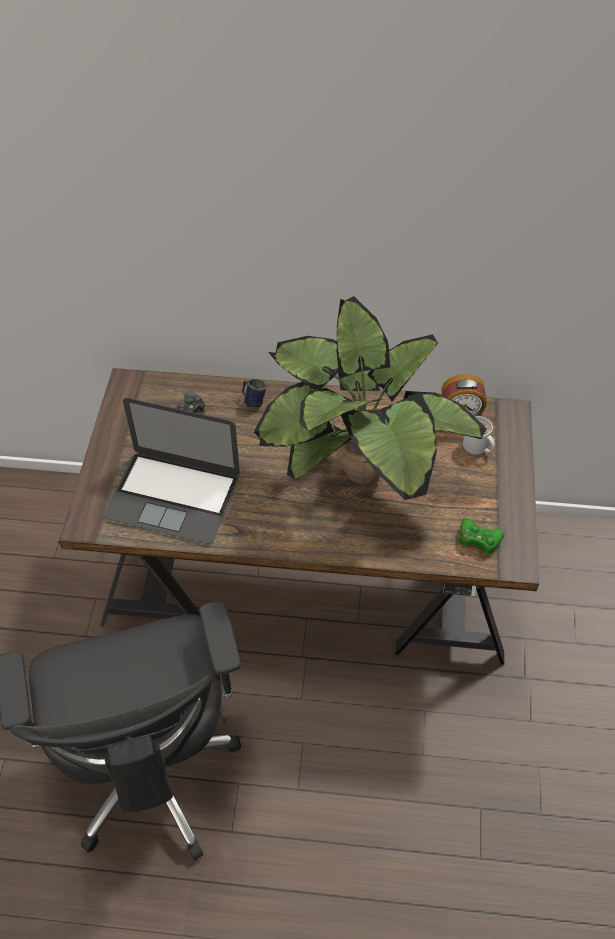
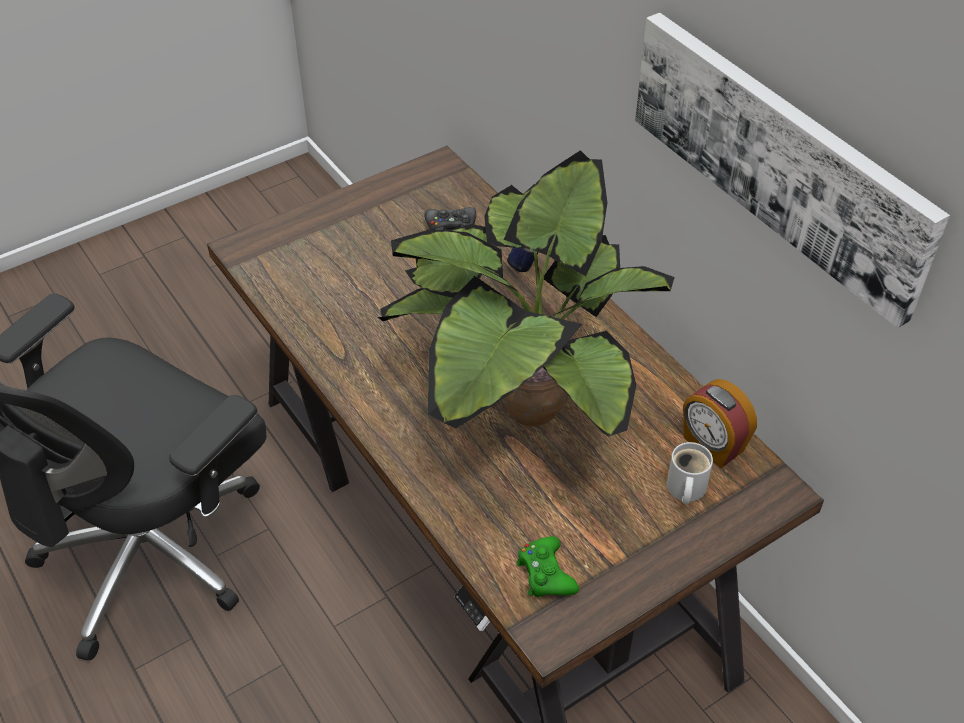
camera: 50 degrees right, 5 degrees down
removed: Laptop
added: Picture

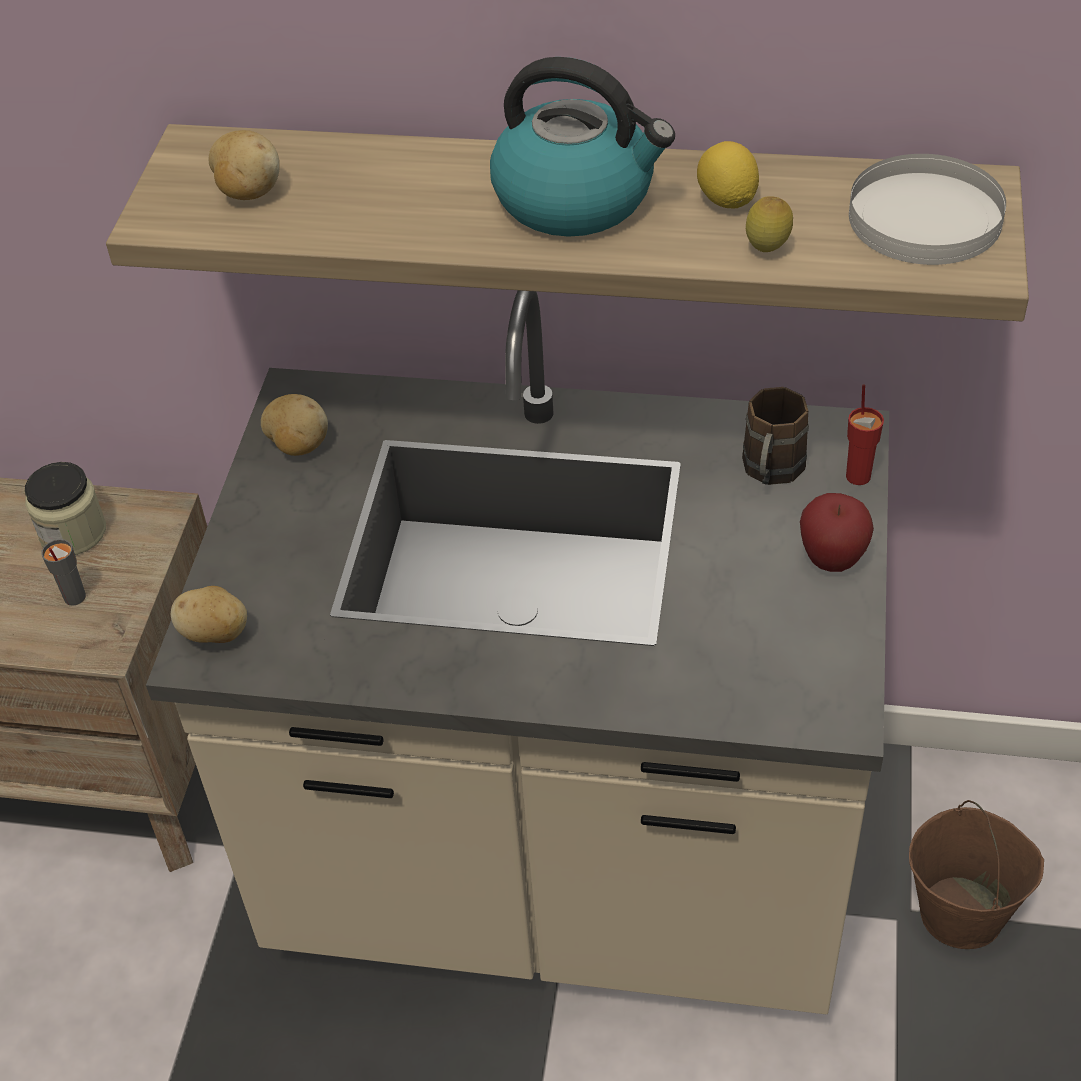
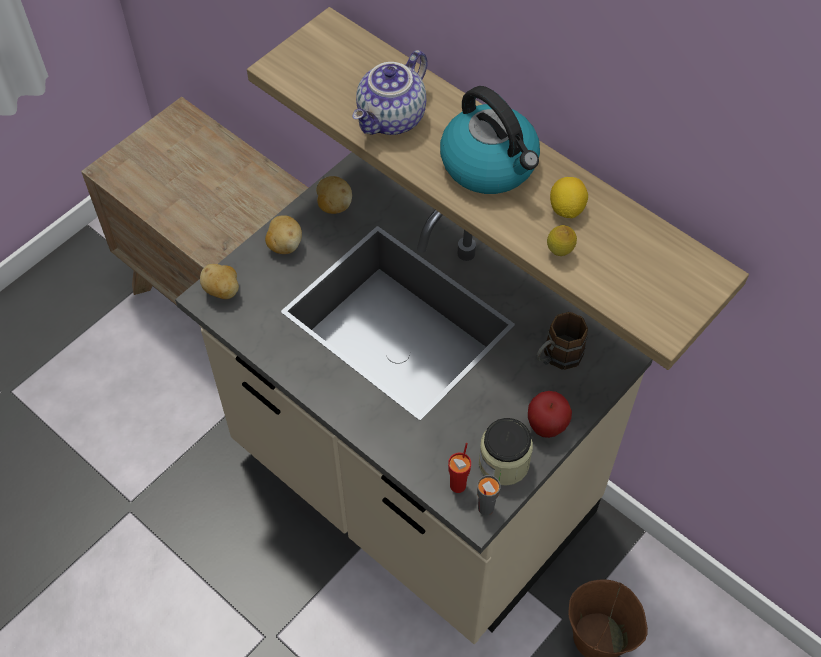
camera: 30 degrees right, 10 degrees up
removed: WhitePlate
added: Teapot
moved: Potato (2nd from left); RedCup; GreyCup; Jar

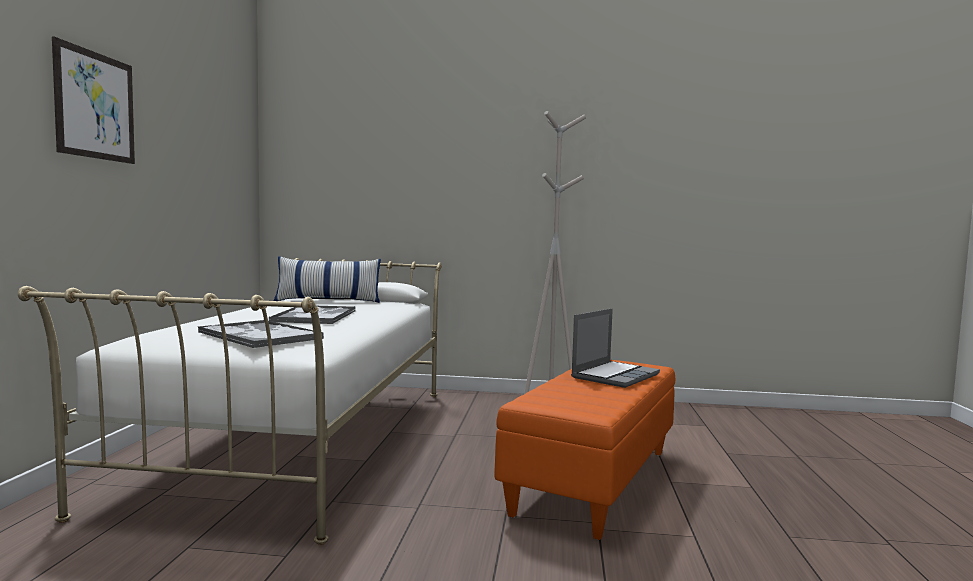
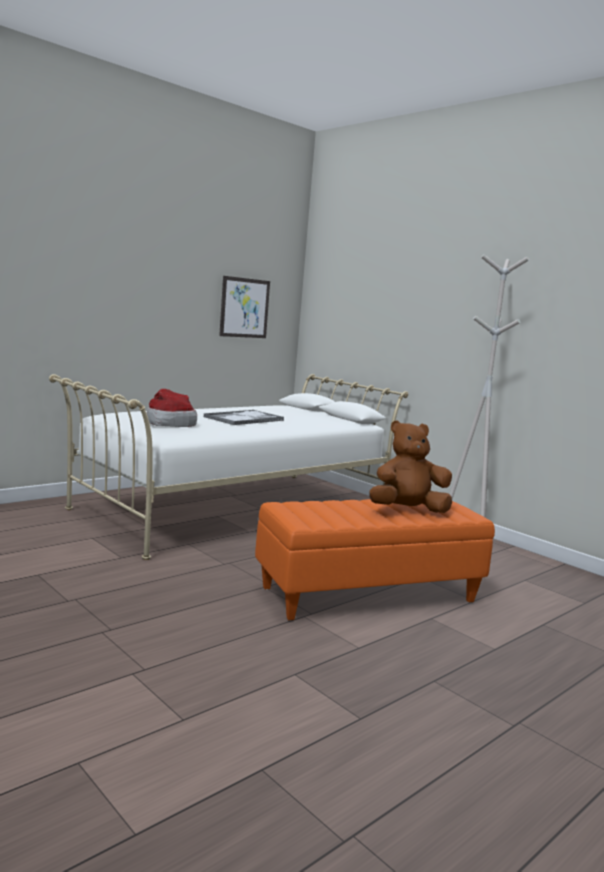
camera: 40 degrees right, 5 degrees up
removed: Pillow
moved: Picture
replaced: Tray (1st from left) to Hat; Laptop to BrownPlushToy

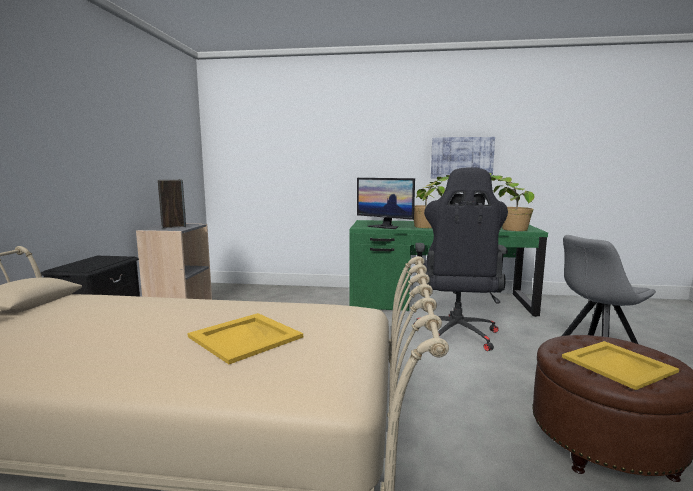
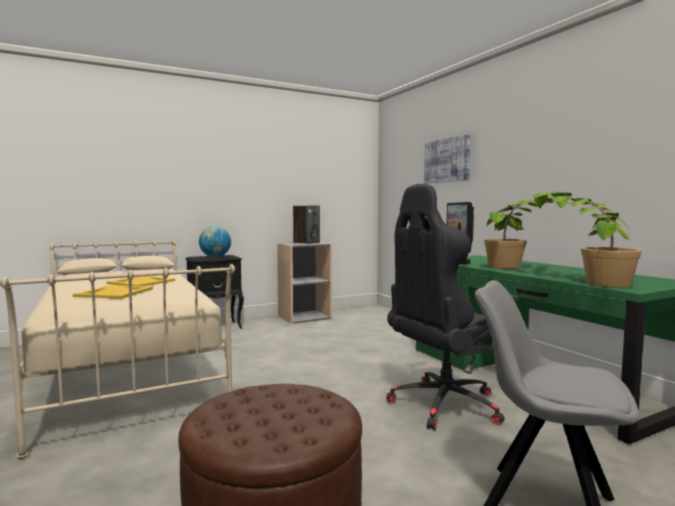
camera: 55 degrees right, 5 degrees down
added: Globe
moved: YellowTray (2nd from left); Picture

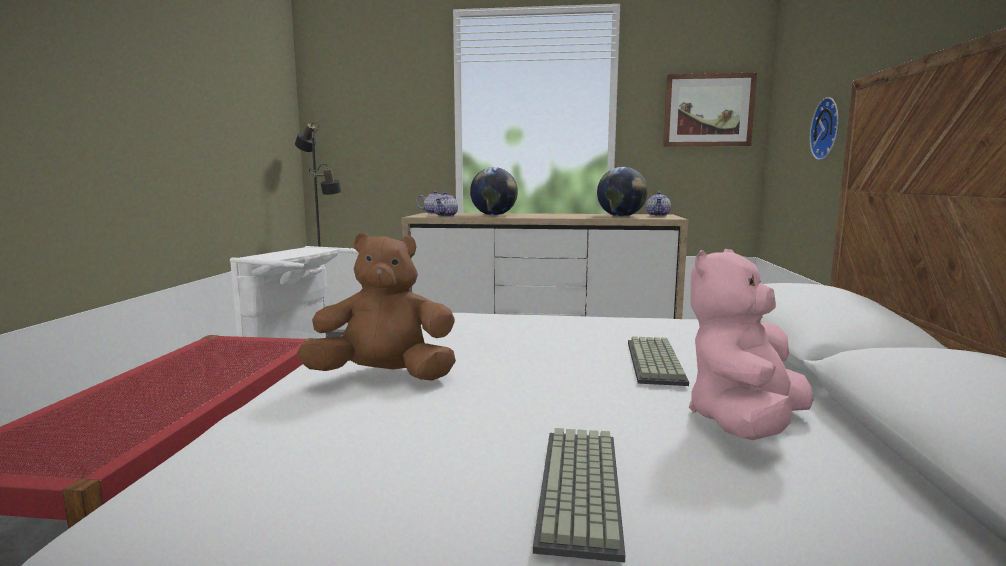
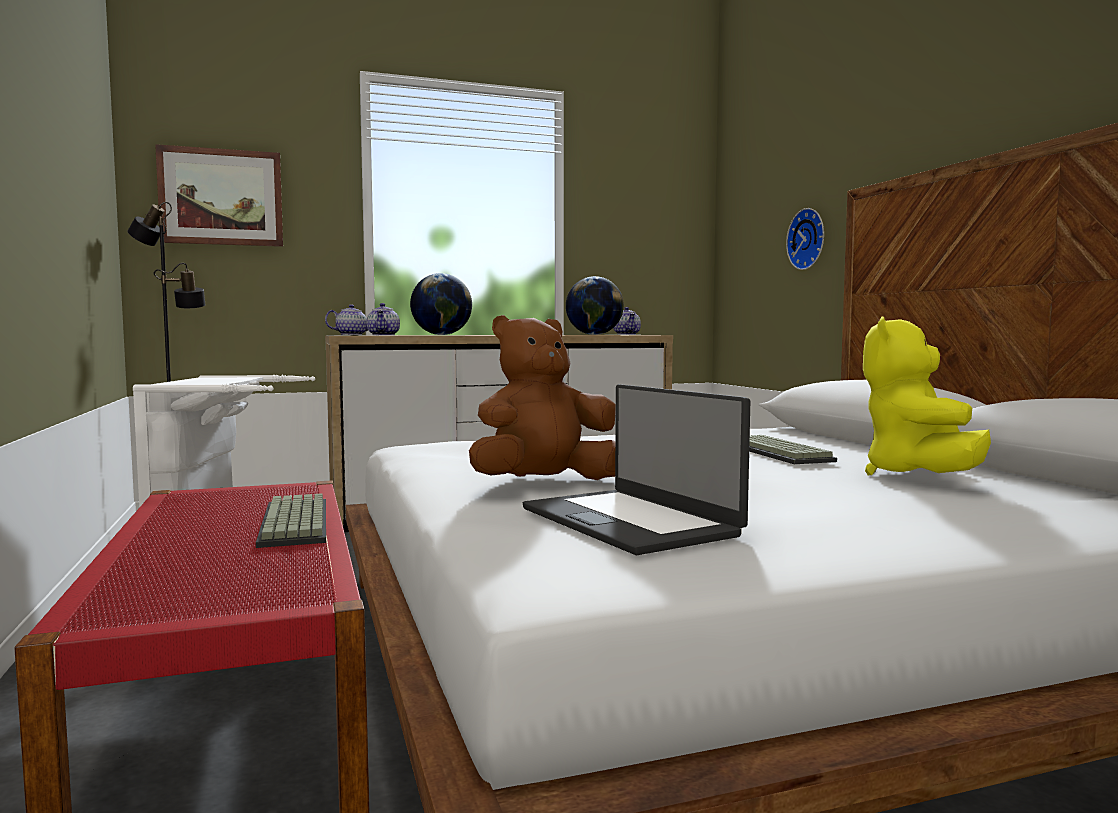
camera: 25 degrees left, 5 degrees down
added: Laptop
moved: Picture; Keyboard (1st from left)
recoloured: PinkPlushToy to YellowPlushToy

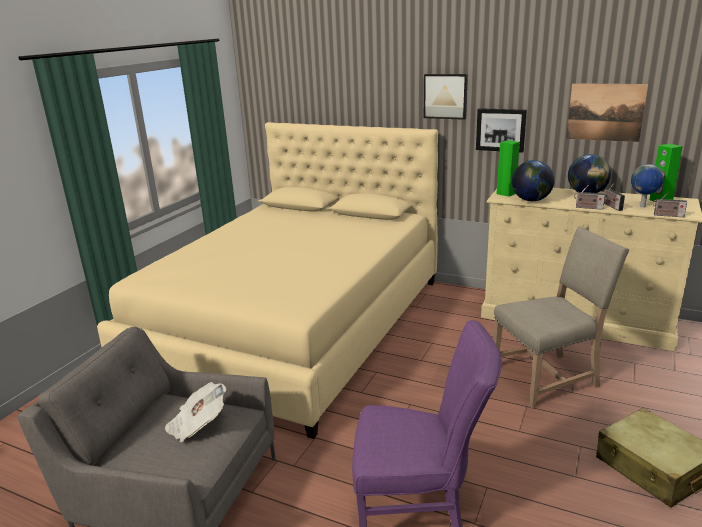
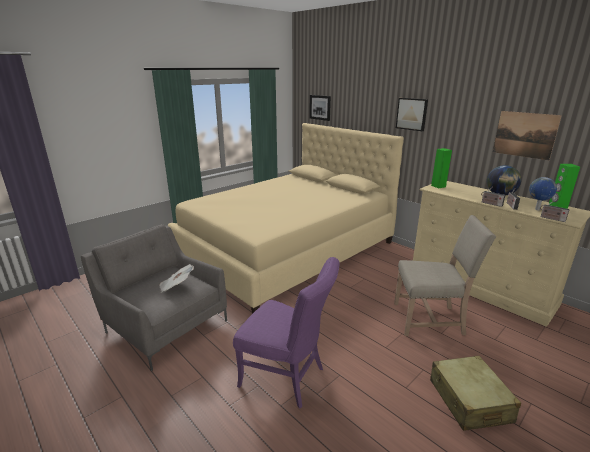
camera: 20 degrees right, 0 degrees up
removed: Globe (1st from left)
moved: Picture (2nd from left in the first image) to Picture (1st from left)

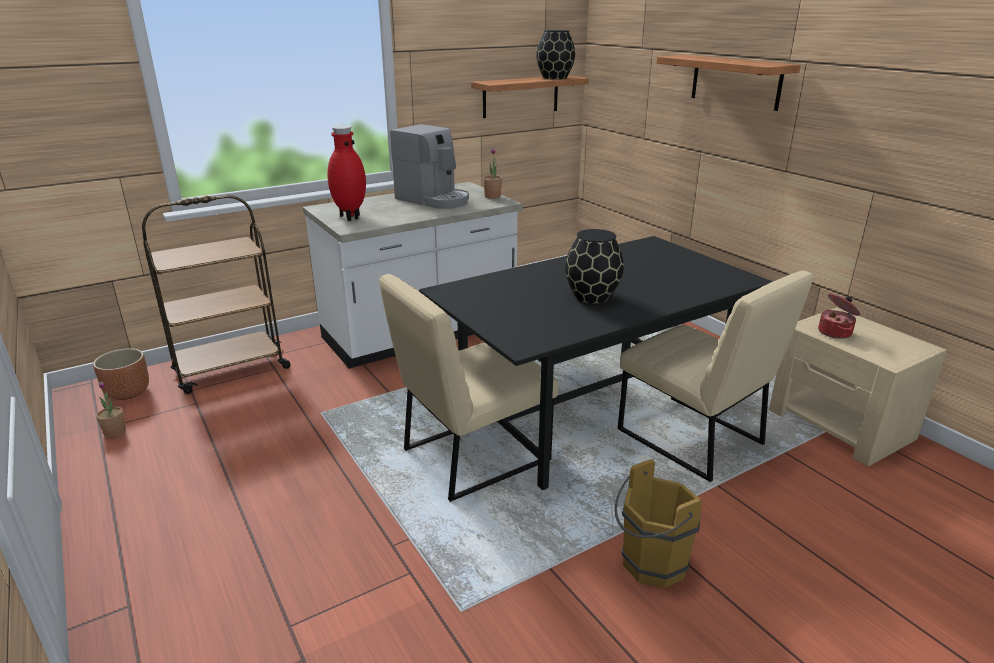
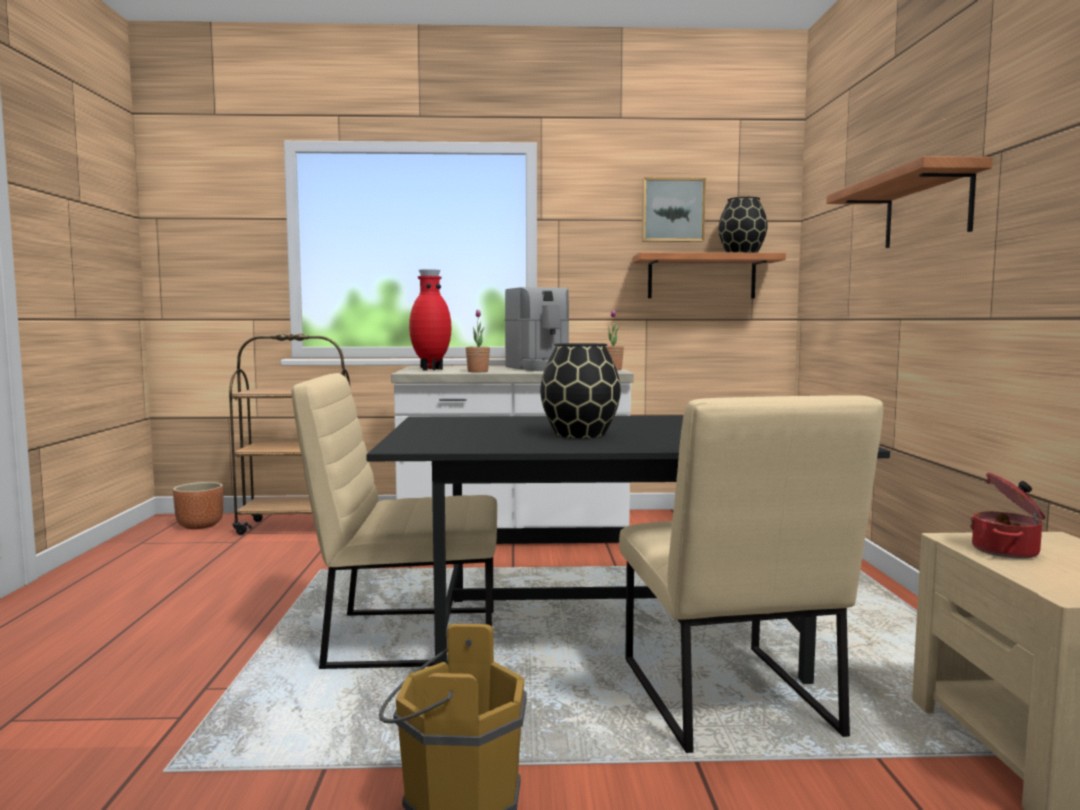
camera: 30 degrees right, 20 degrees down
added: Picture
moved: PottedPlant (1st from left)

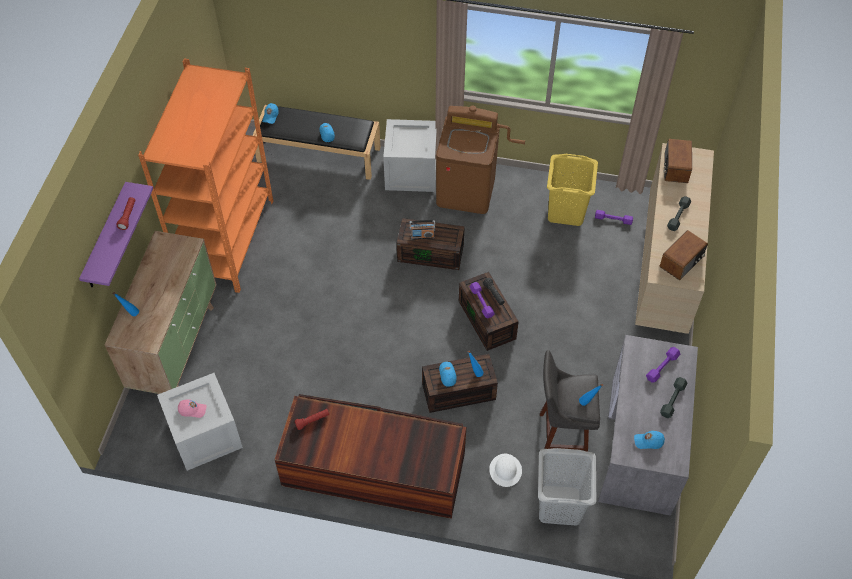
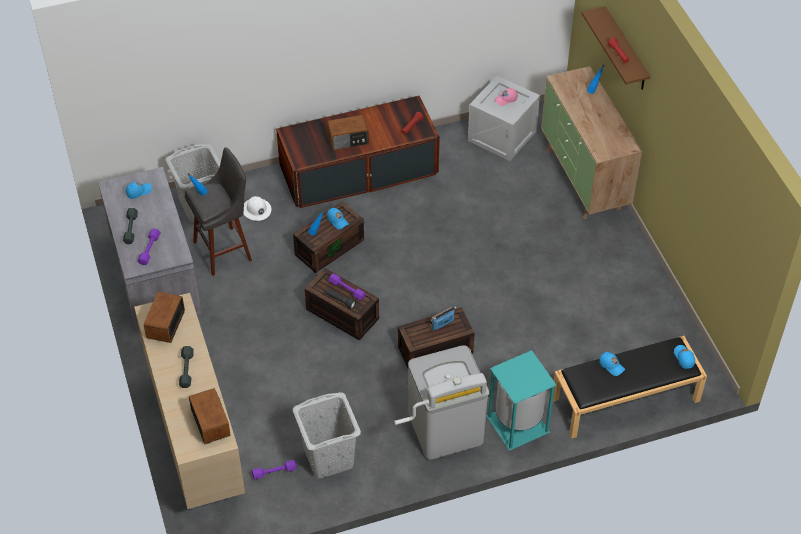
camera: 150 degrees right, 5 degrees down
removed: OrangeBookcase
added: Radio (3rd from left)
replaced: Crate (2nd from left) to TurquoiseTrashCan
recoloured: YellowLaundryBasket to GreyLaundryBasket (2nd from left); BrownWashingMachine to GreyWashingMachine; PurpleShelf to BrownShelf

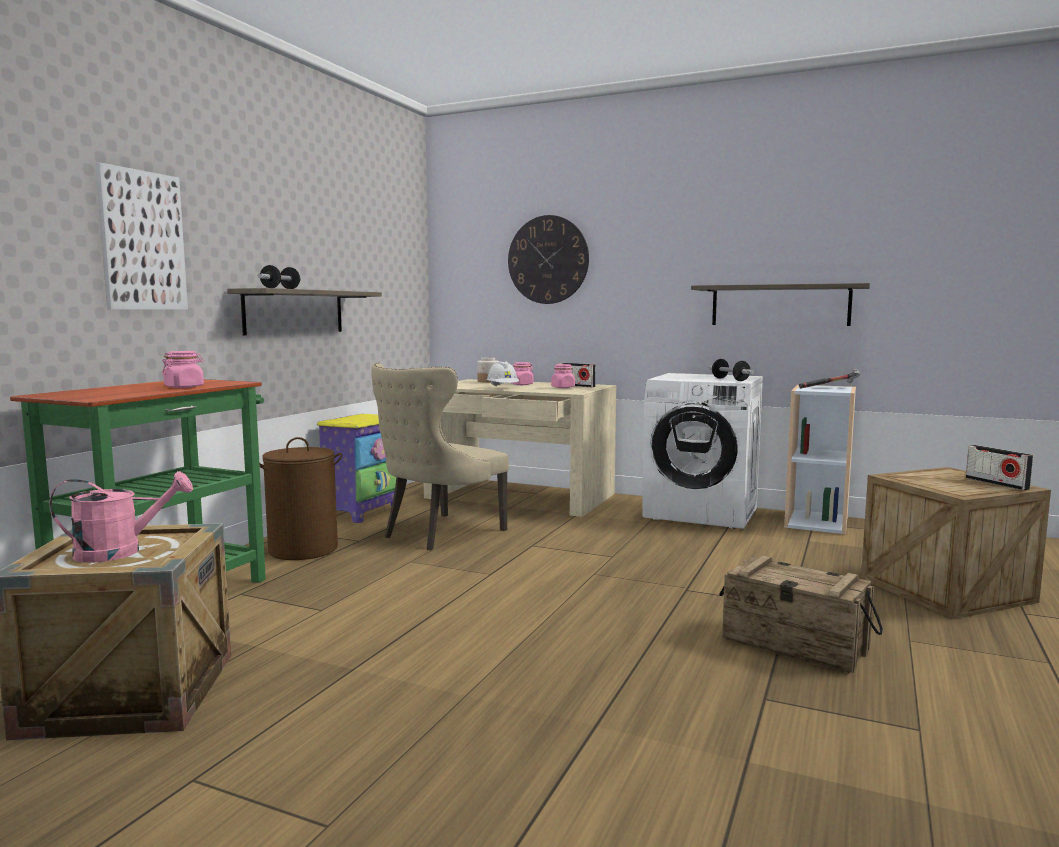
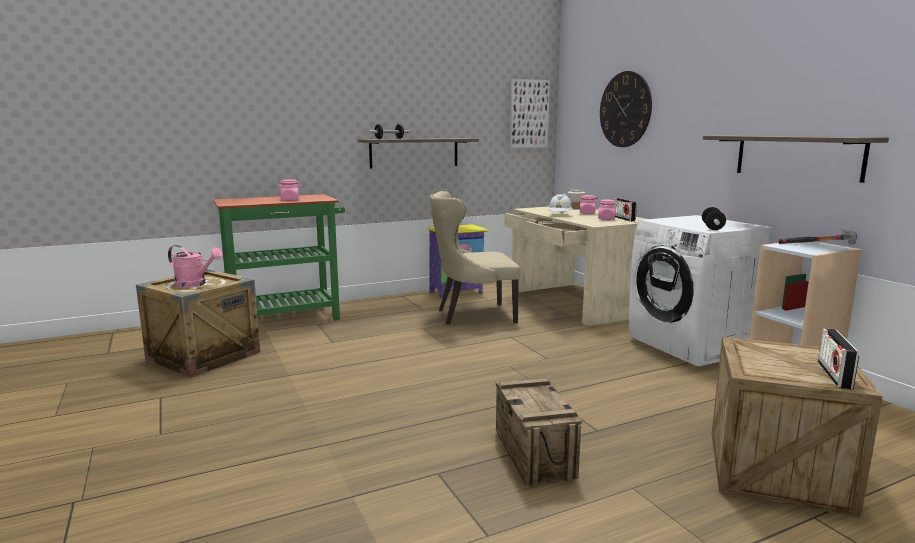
camera: 40 degrees right, 5 degrees up
removed: BrownLaundryBasket
moved: Picture

